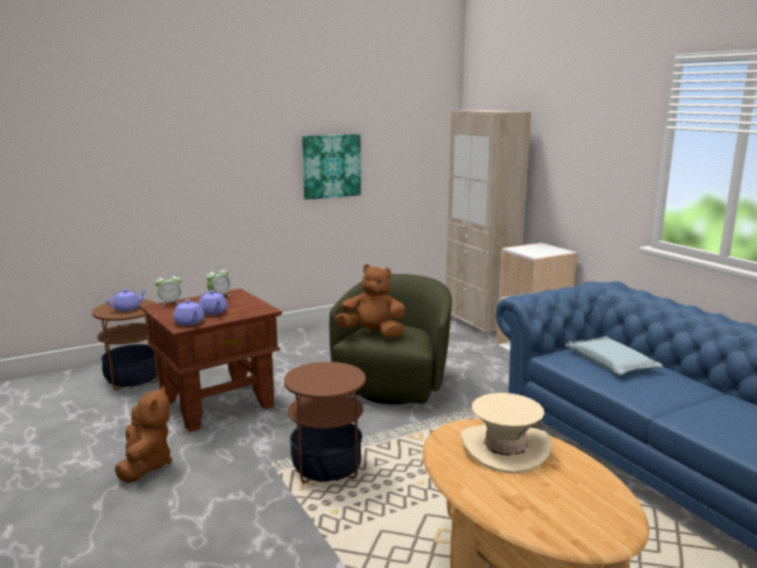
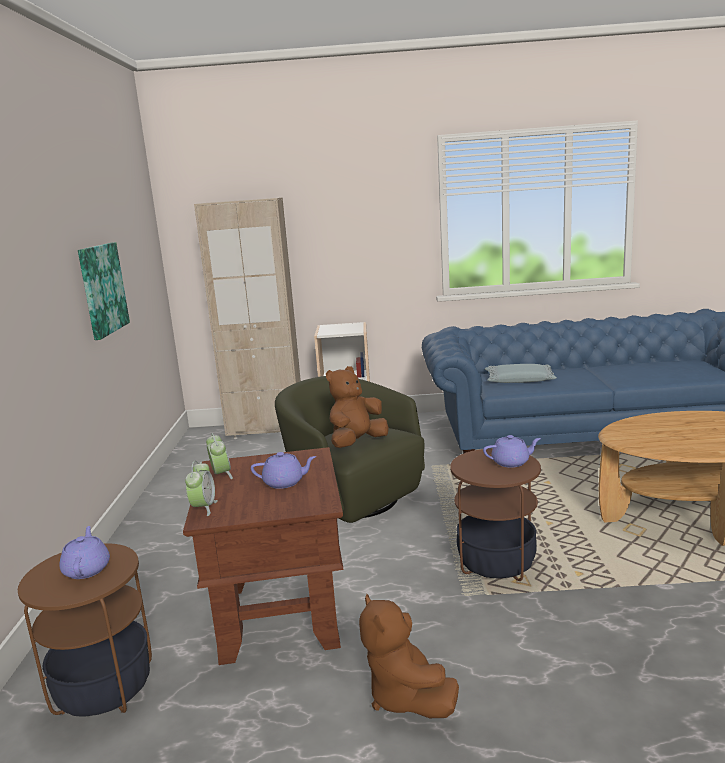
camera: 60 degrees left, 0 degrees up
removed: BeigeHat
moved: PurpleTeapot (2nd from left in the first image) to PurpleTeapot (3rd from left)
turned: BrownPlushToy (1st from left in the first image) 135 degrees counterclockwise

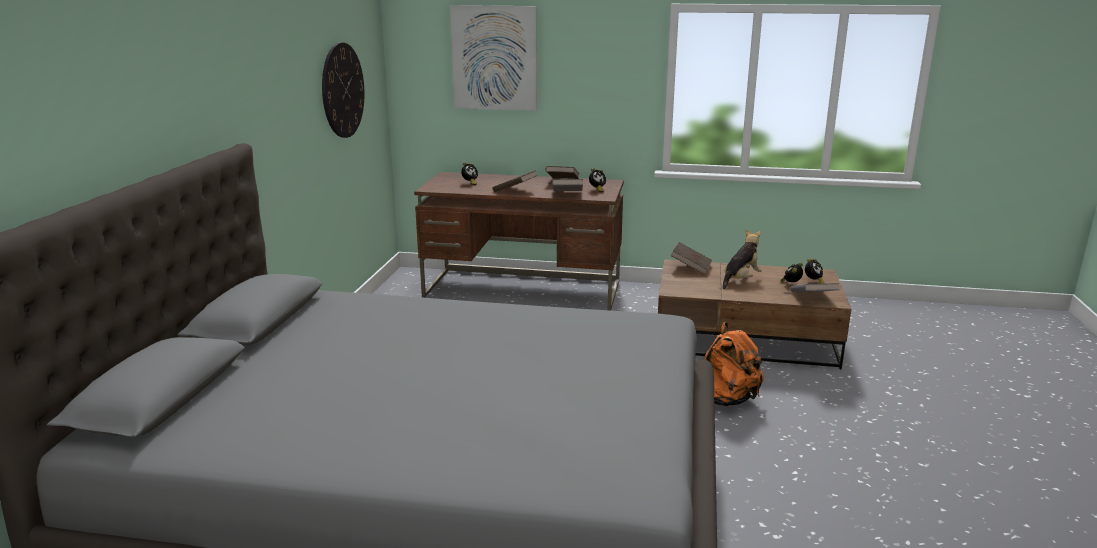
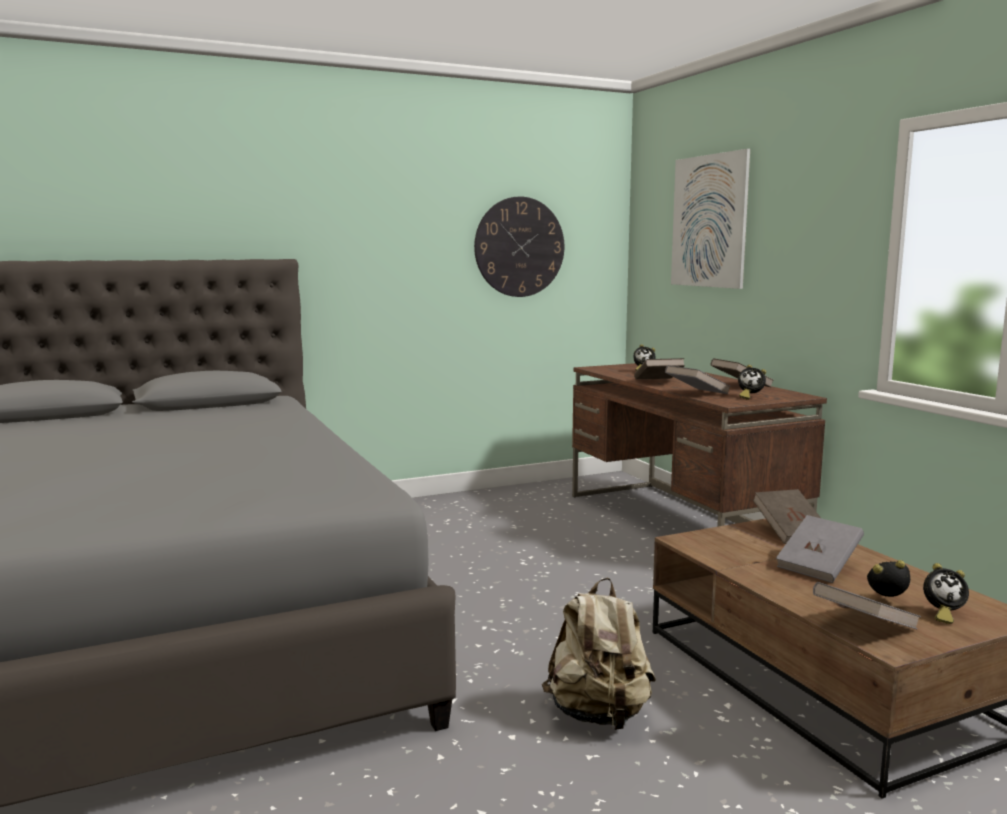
camera: 55 degrees right, 10 degrees down
replaced: PlushToy to GreyBook (2nd from left)
recoloured: OrangeBackpack to BeigeBackpack

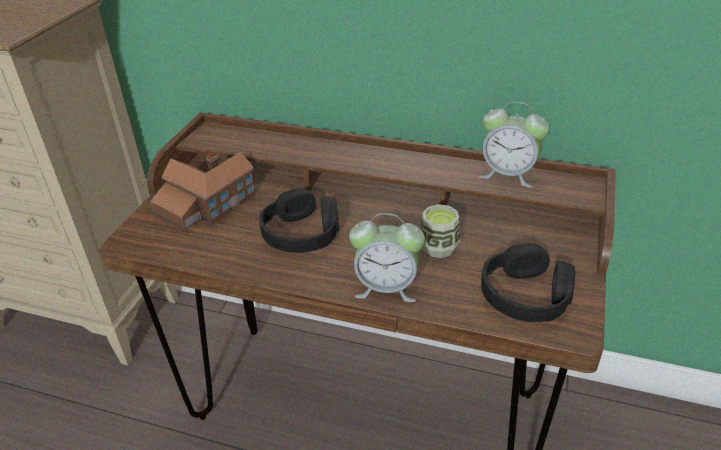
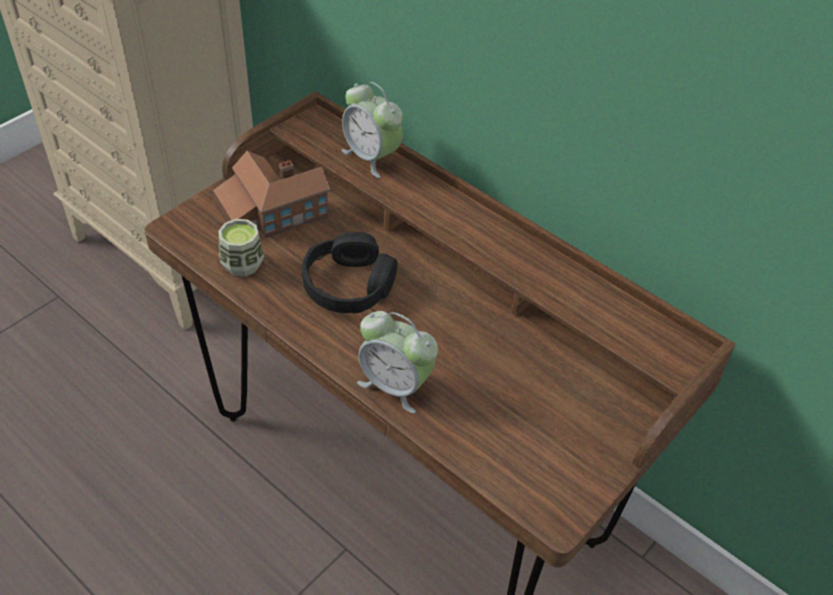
camera: 20 degrees right, 10 degrees up
removed: BlackHeadphones (2nd from left)
moved: Cup; AlarmClock (2nd from left in the first image) to AlarmClock (1st from left)

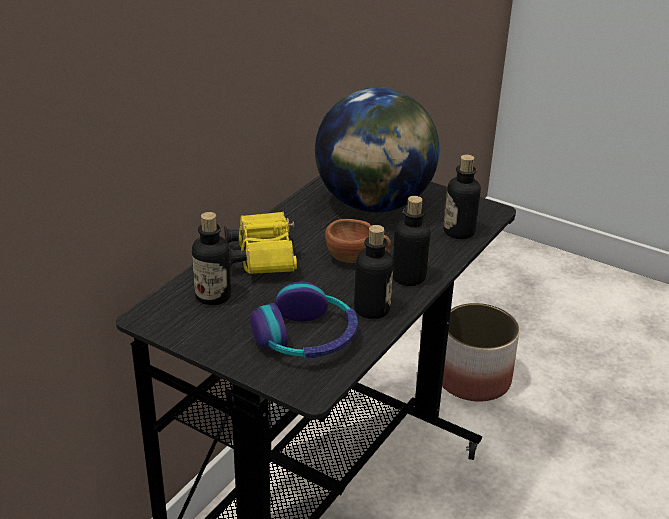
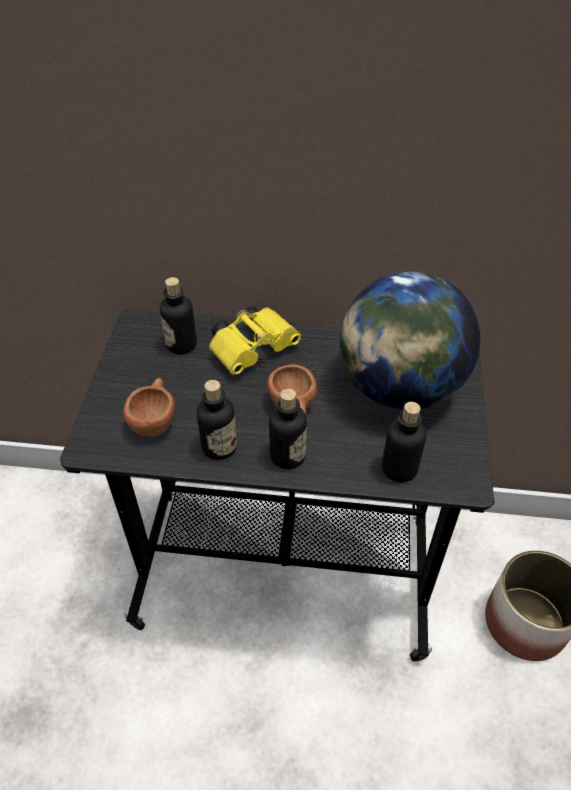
camera: 65 degrees right, 15 degrees up
replaced: Headphones to BrownCup (1st from left)

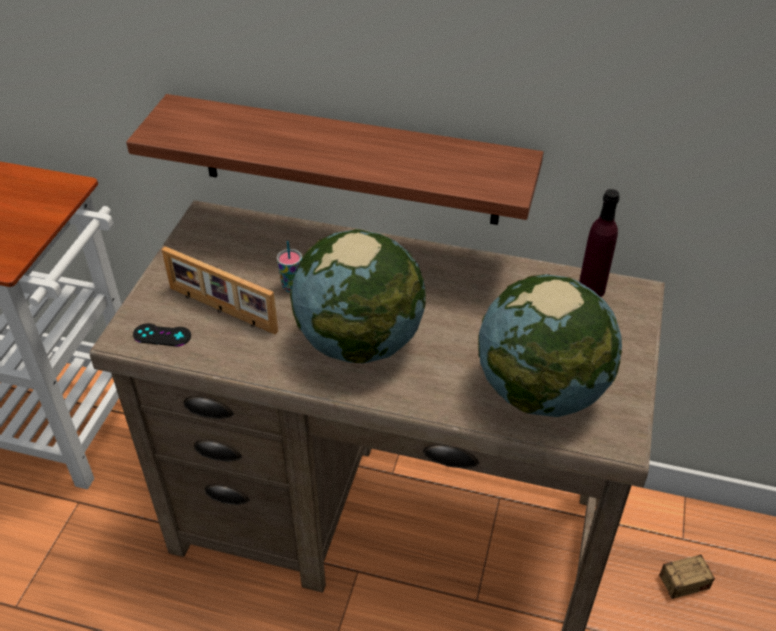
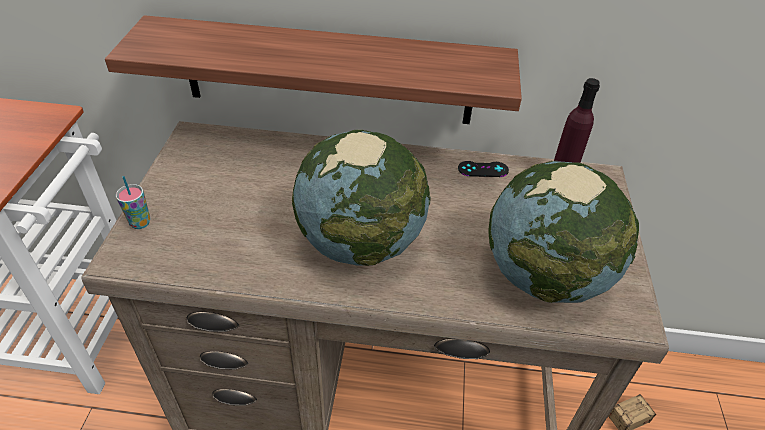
camera: 10 degrees left, 0 degrees up
removed: PictureFrame
moved: Cup; BlackGameController

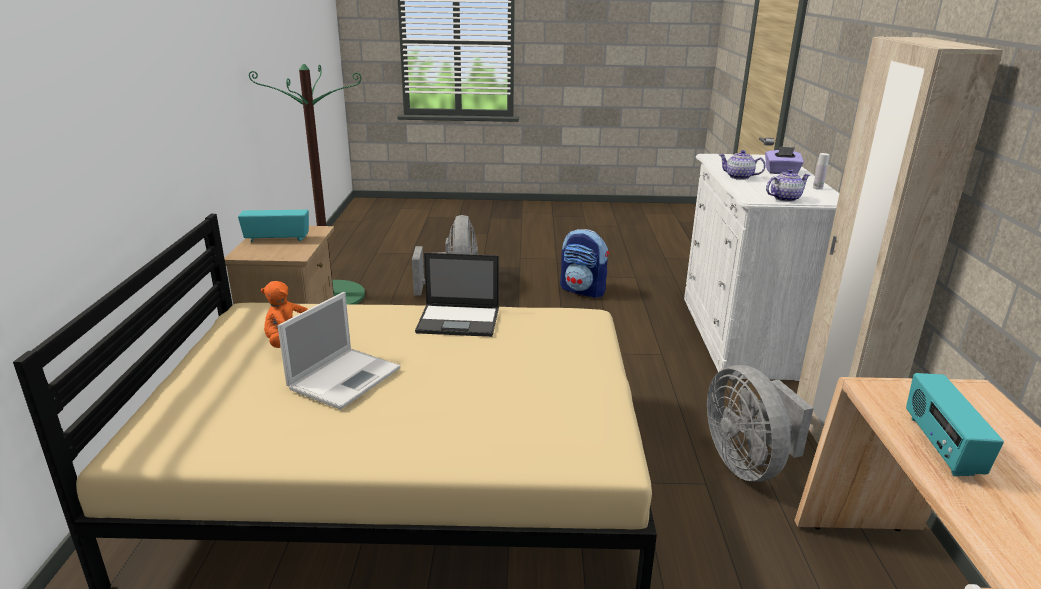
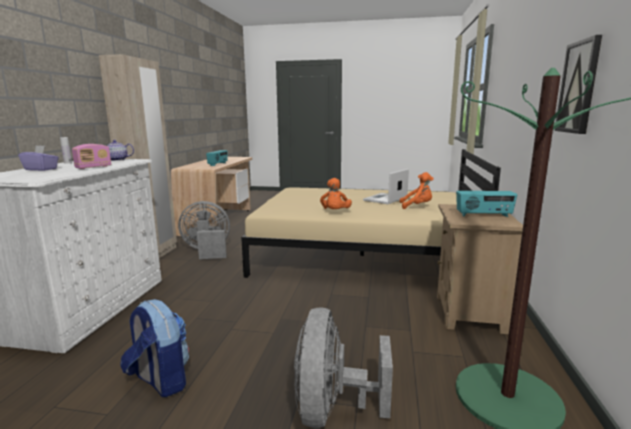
camera: 170 degrees left, 10 degrees down
added: Picture
replaced: Teapot (1st from left) to Radio (1st from left); Laptop (2nd from left) to OrangePlushToy (1st from left)
turned: GreyFan (2nd from left in the first image) 90 degrees counterclockwise

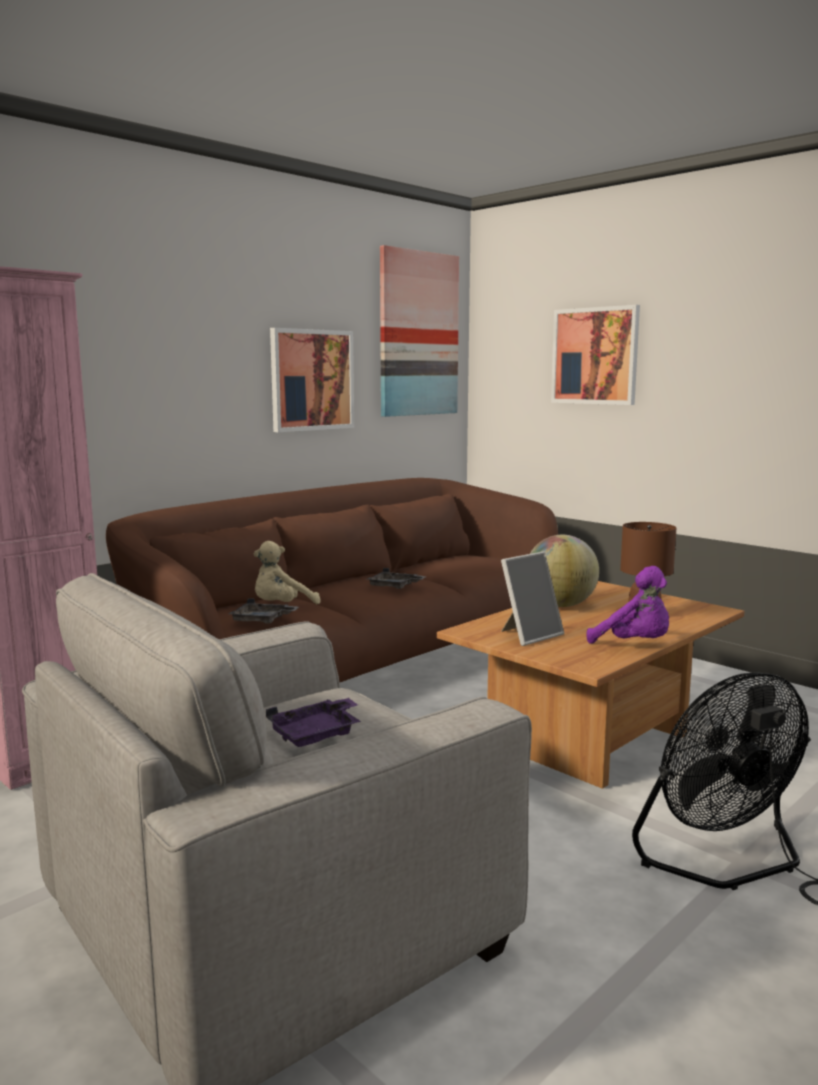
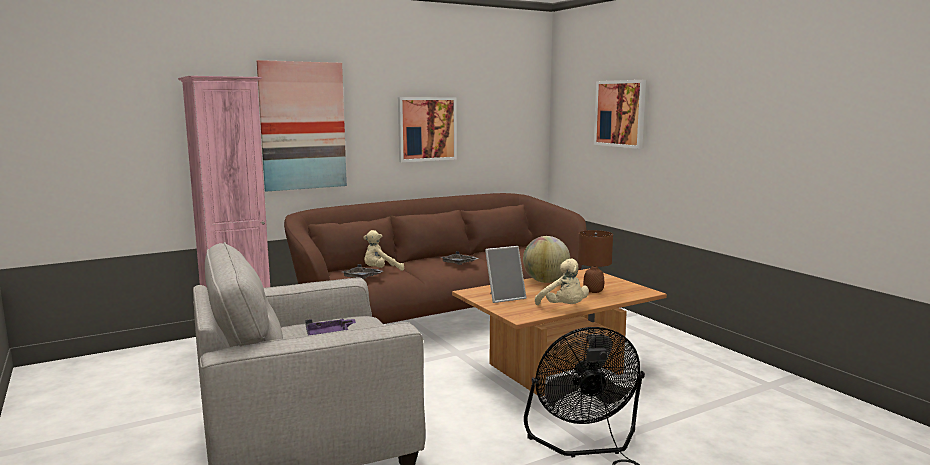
camera: 15 degrees right, 0 degrees up
moved: Picture (2nd from left in the first image) to Picture (1st from left)
recoloured: PurplePlushToy to BeigePlushToy (2nd from left)

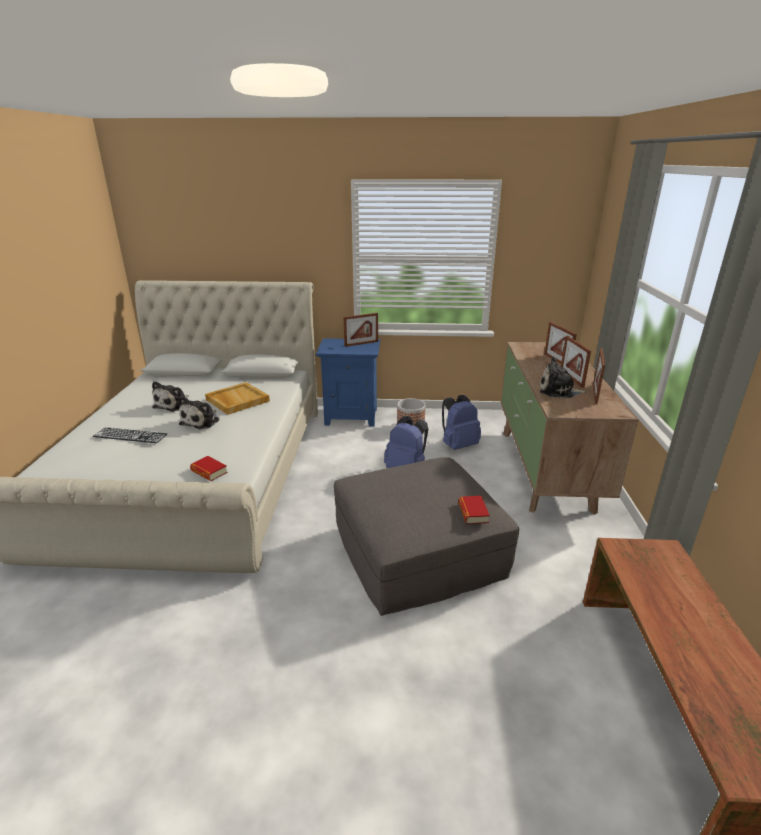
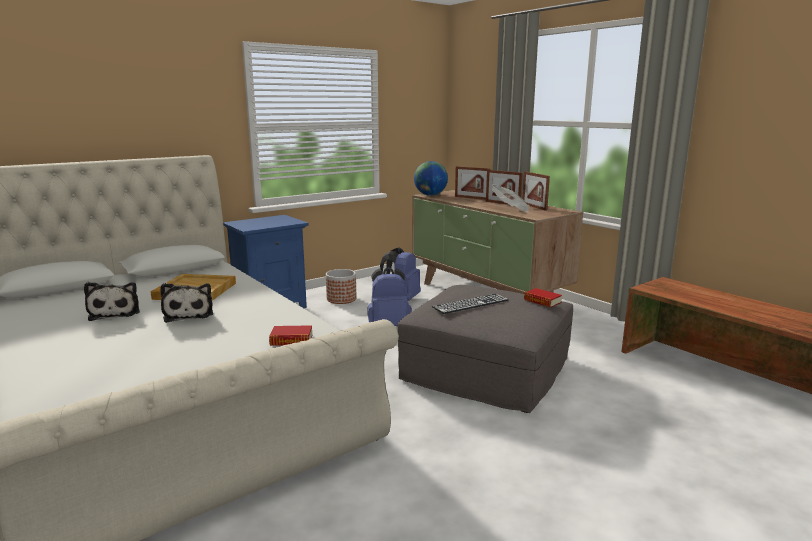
camera: 40 degrees left, 10 degrees down
removed: PictureFrame (1st from left)
added: Globe
moved: Keyboard
replaced: PlushToy (3rd from left) to Newspaper

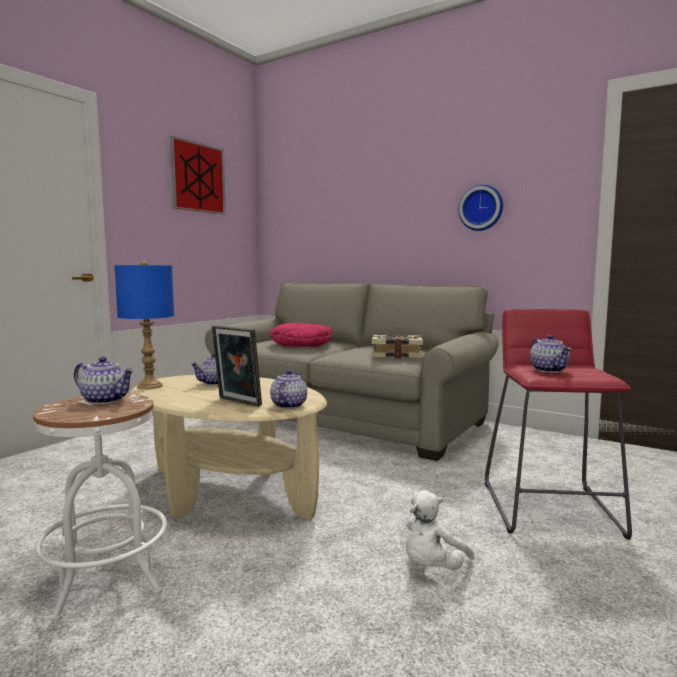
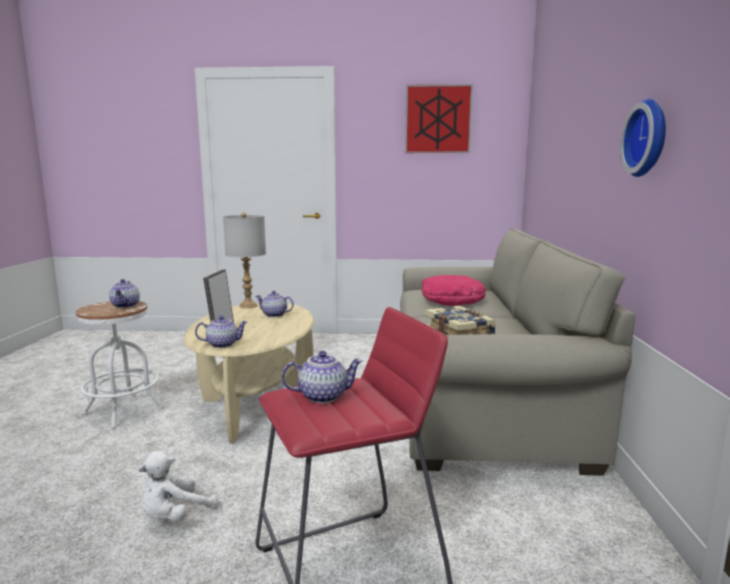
camera: 60 degrees right, 5 degrees up
recoloured: BlueTableLamp to GreyTableLamp
turned: WhitePlushToy 60 degrees counterclockwise; Teapot (4th from left) 150 degrees counterclockwise

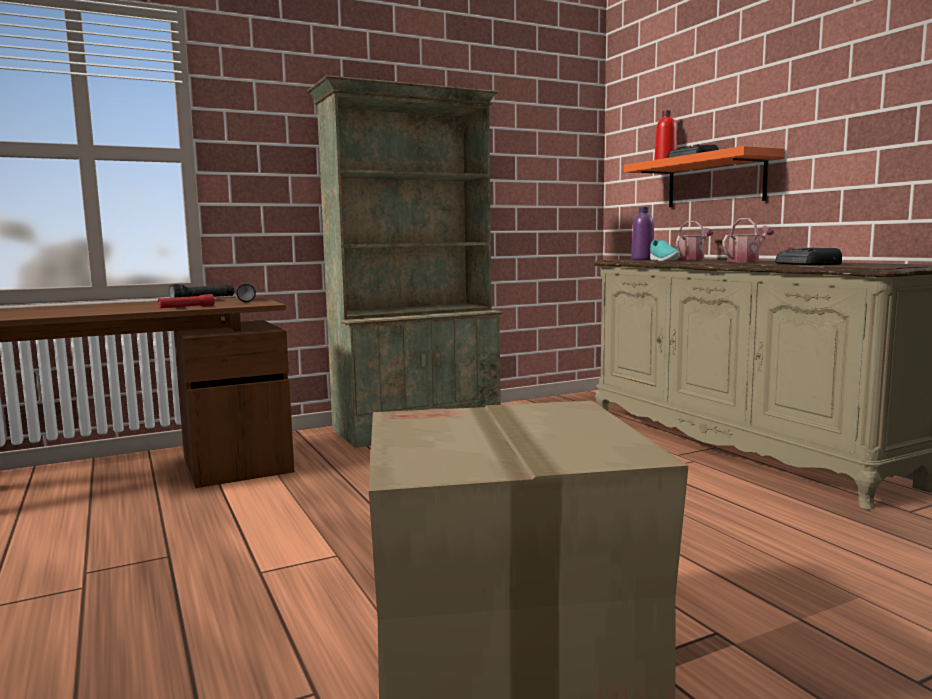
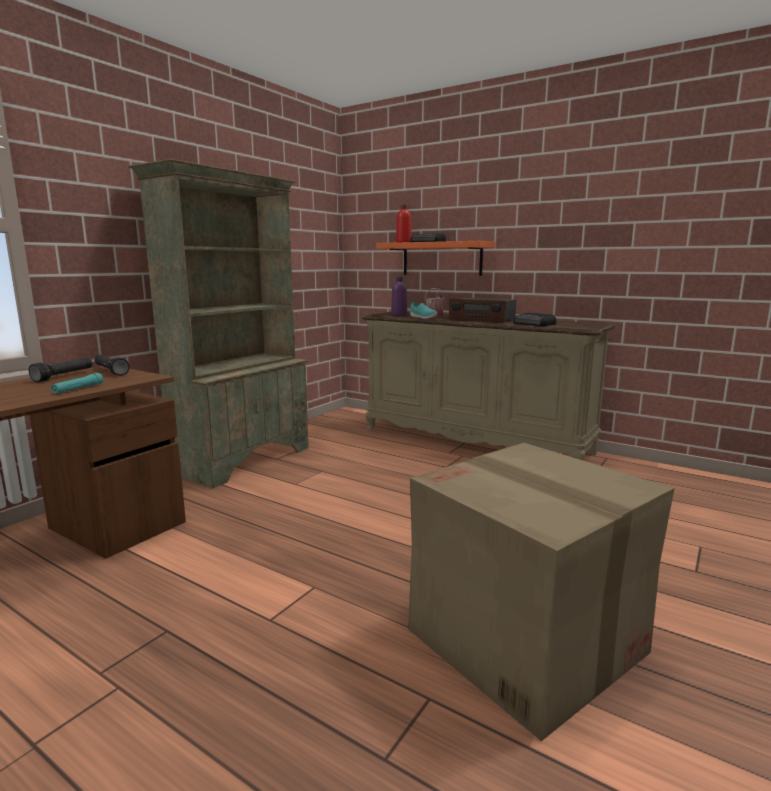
camera: 30 degrees left, 5 degrees up
replaced: WateringCan (2nd from left) to Radio (2nd from left)
recoloured: RedFlashlight to TurquoiseFlashlight

